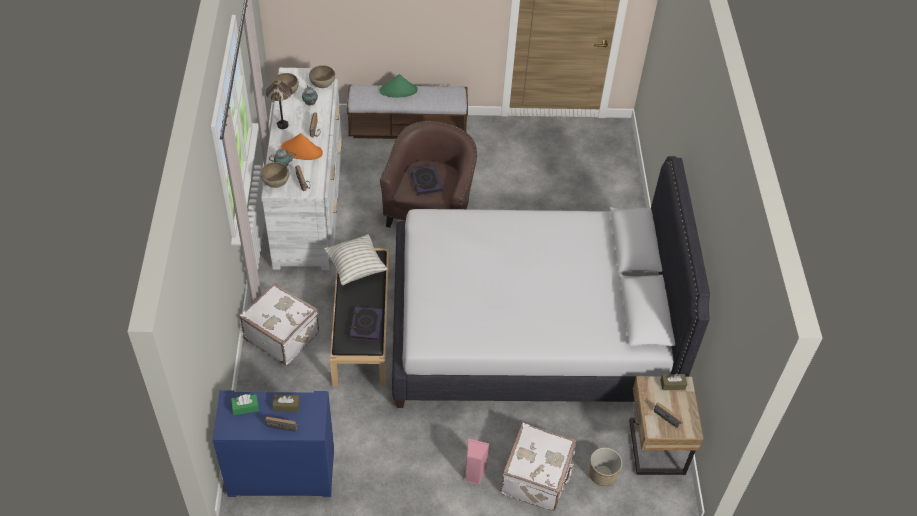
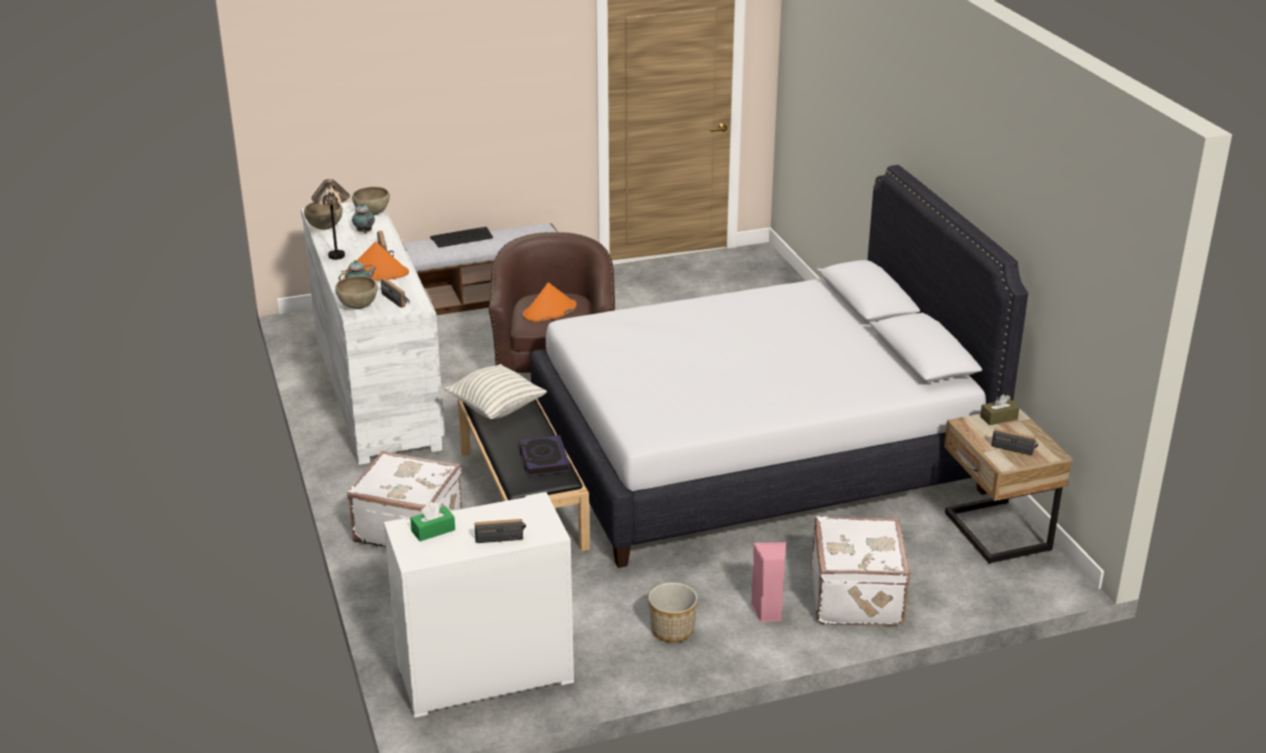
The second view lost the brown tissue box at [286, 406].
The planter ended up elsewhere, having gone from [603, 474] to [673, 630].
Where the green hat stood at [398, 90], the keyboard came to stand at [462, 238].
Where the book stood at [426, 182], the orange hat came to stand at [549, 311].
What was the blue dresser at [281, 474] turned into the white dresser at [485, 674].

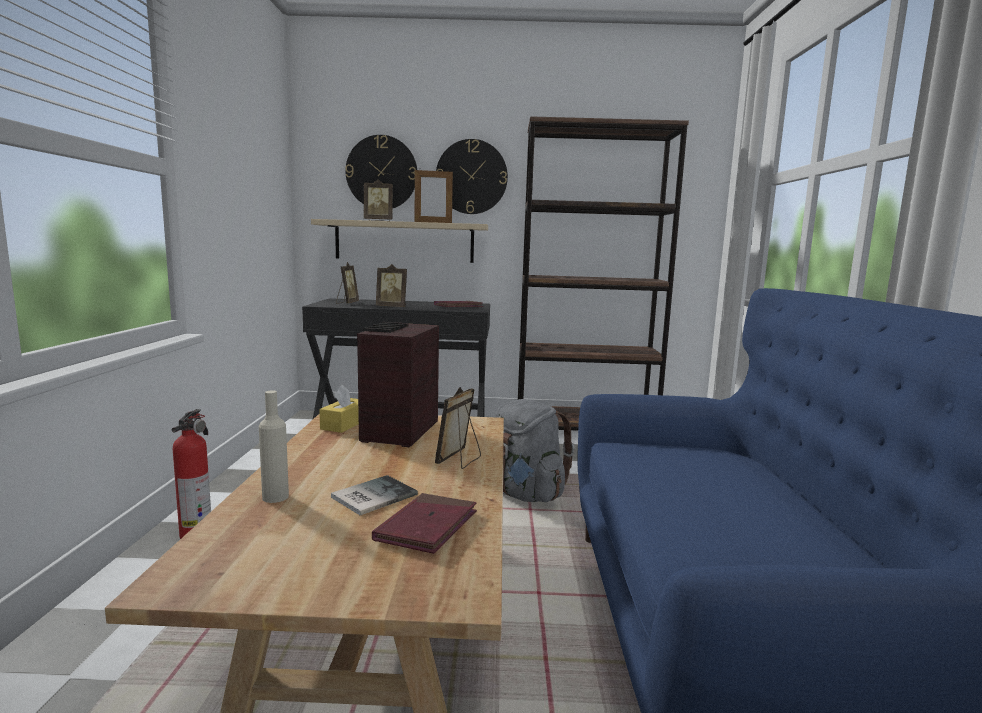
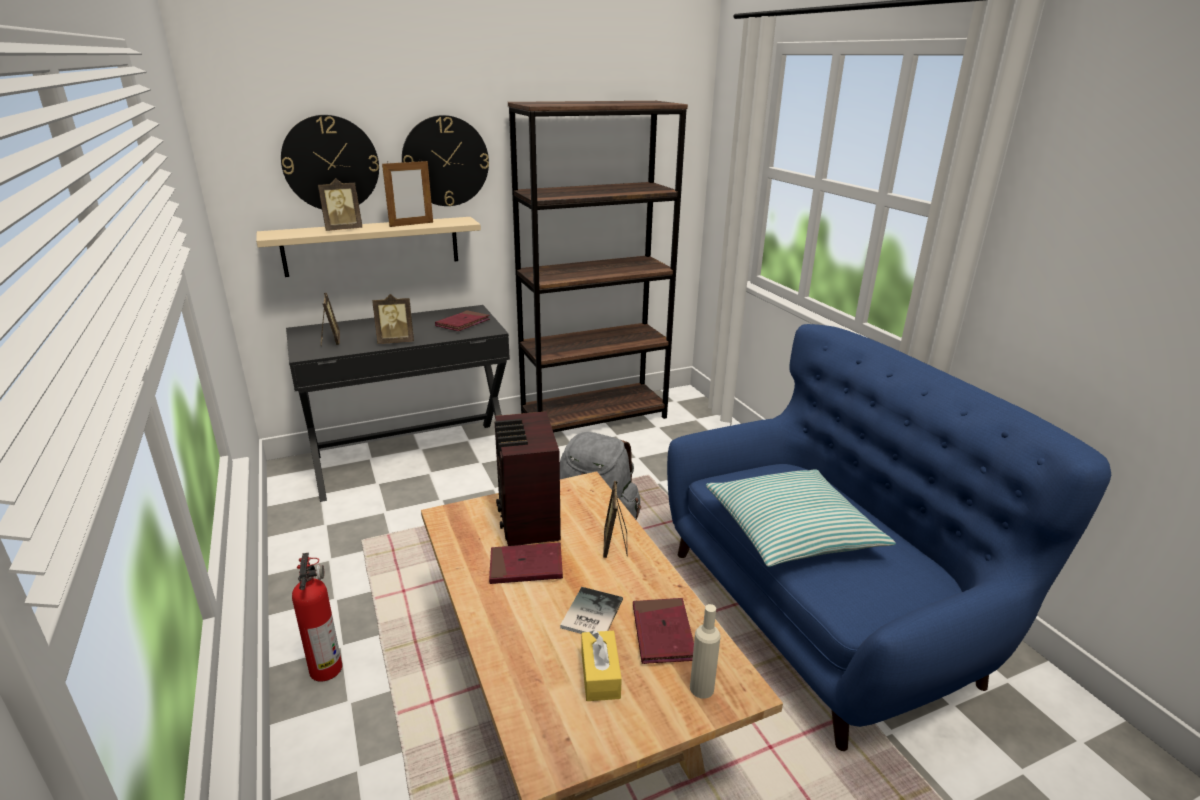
The second view gained the red book at [526, 567].
The second view gained the pillow at [791, 530].
The beige bottle ended up elsewhere, having gone from [275, 497] to [701, 688].
The yellow tissue box ended up elsewhere, having gone from [344, 424] to [600, 674].

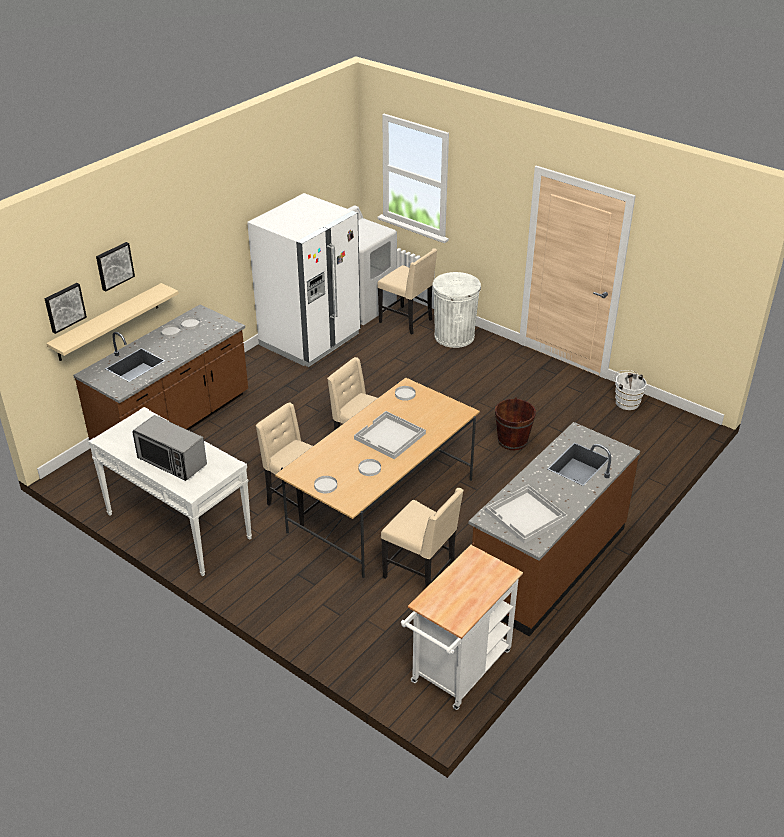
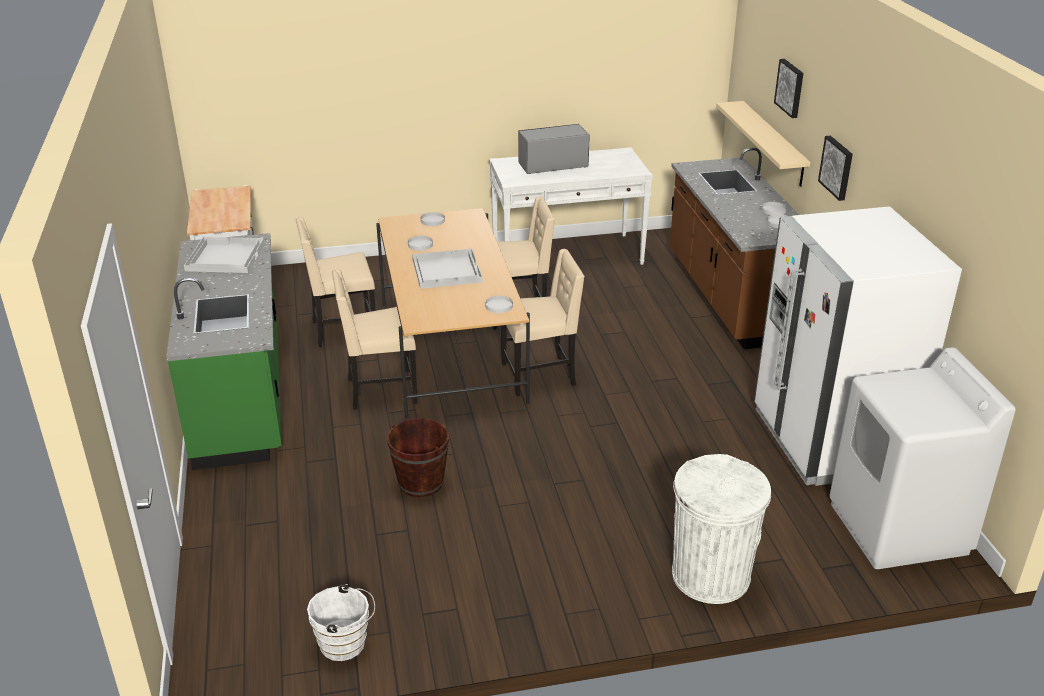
The picture ended up elsewhere, having gone from [64, 307] to [837, 167].
The beige chair ended up elsewhere, having gone from [407, 321] to [380, 391].
What was the brown counter at [547, 563] turned into the green counter at [241, 397].

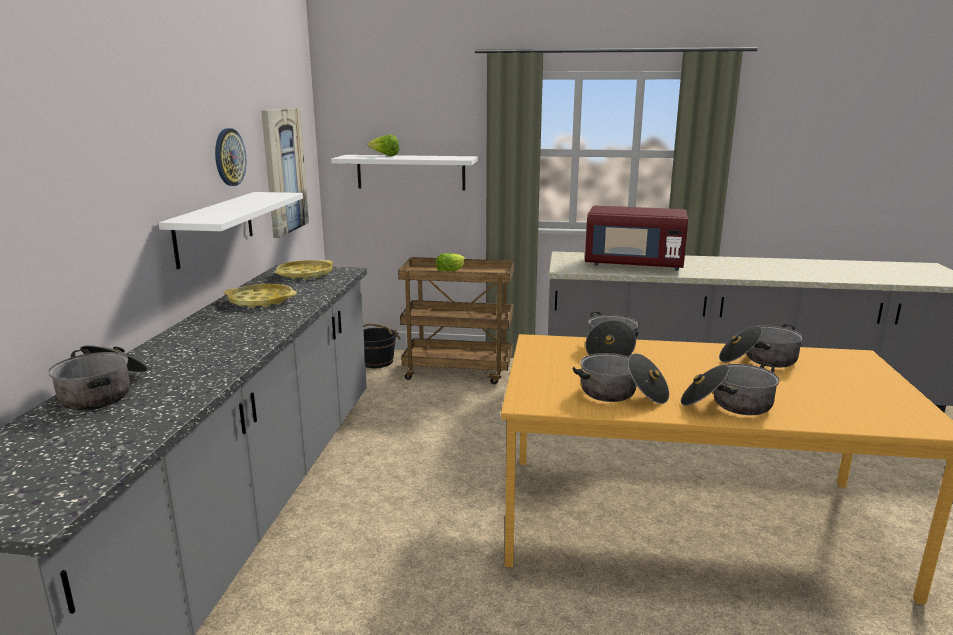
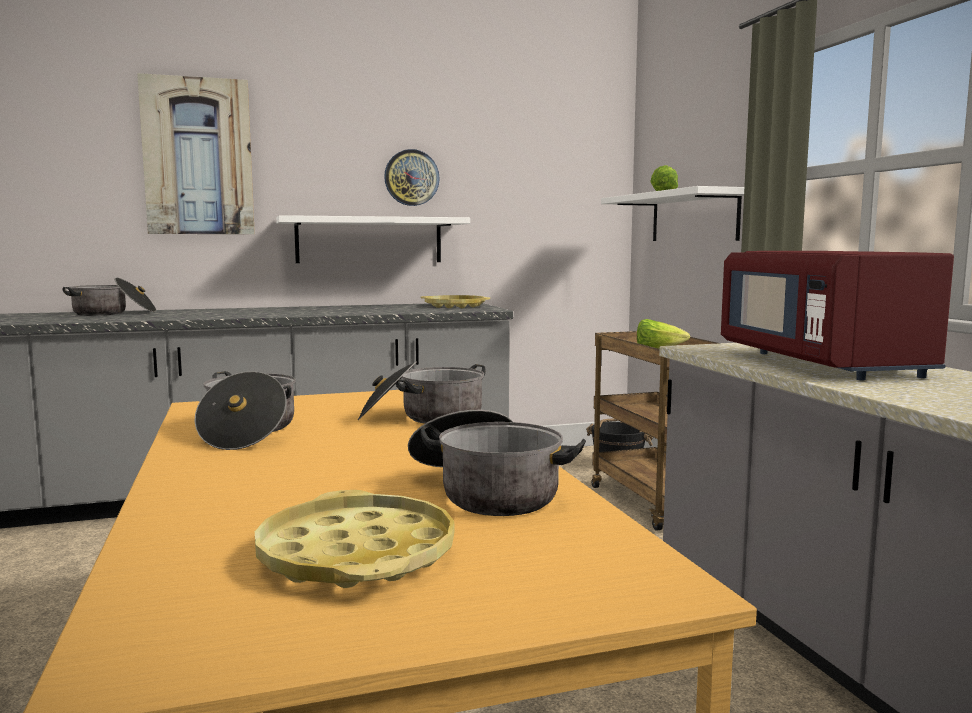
The second view lost the cooking pot at [727, 404].
The yellow tray ended up elsewhere, having gone from [261, 301] to [357, 555].
The picture ended up elsewhere, having gone from [284, 171] to [198, 157].

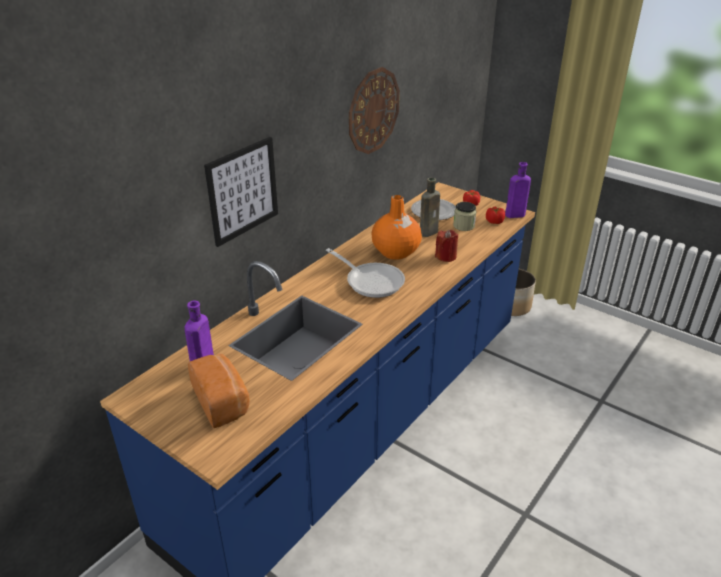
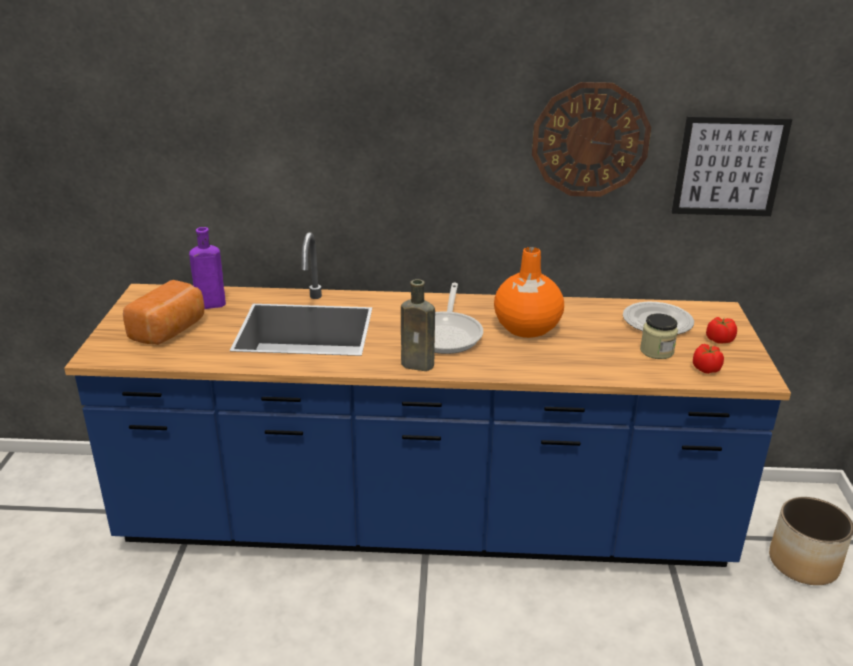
The second view lost the red candle at [446, 256].
The second view lost the purple bottle at [513, 215].
The picture ended up elsewhere, having gone from [242, 191] to [729, 166].
The brown bottle ended up elsewhere, having gone from [429, 232] to [420, 365].

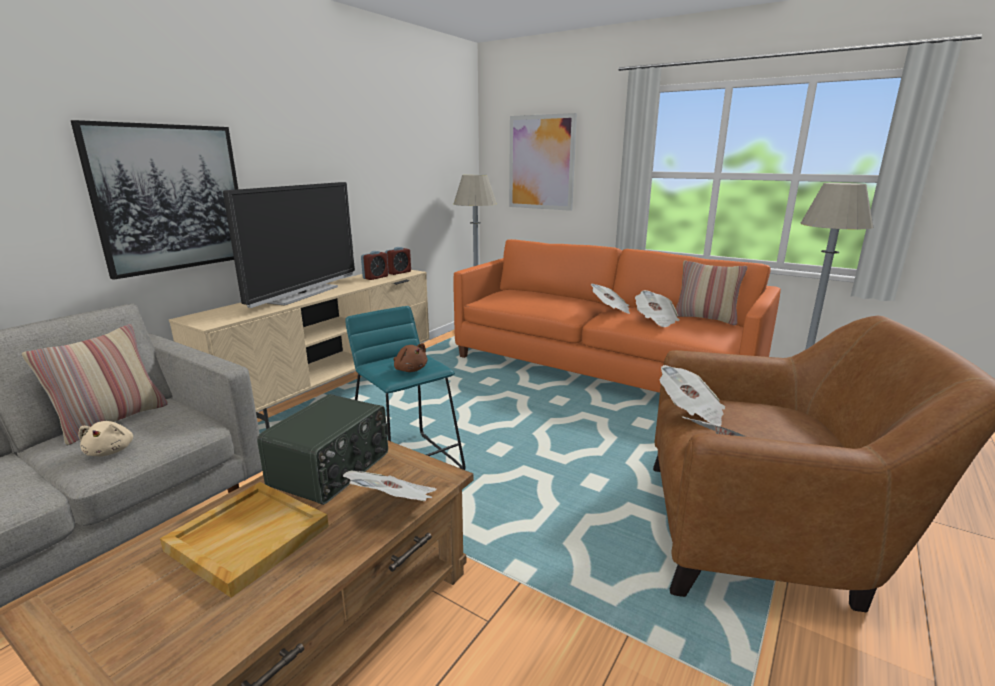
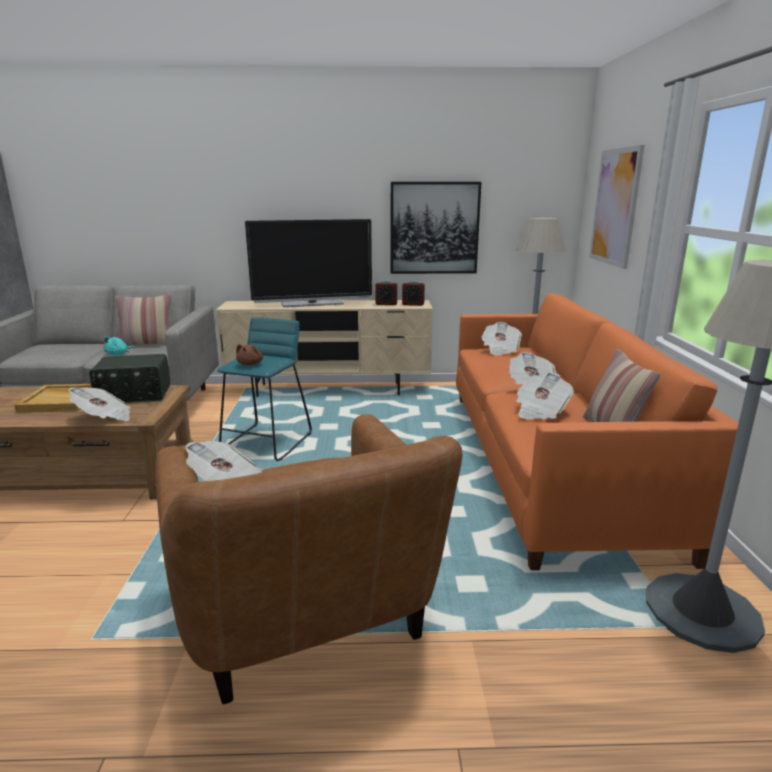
The picture ended up elsewhere, having gone from [170, 198] to [434, 228].
The newspaper ended up elsewhere, having gone from [691, 411] to [500, 350].
What was the beige plush toy at [111, 451] turned into the turquoise plush toy at [118, 354].

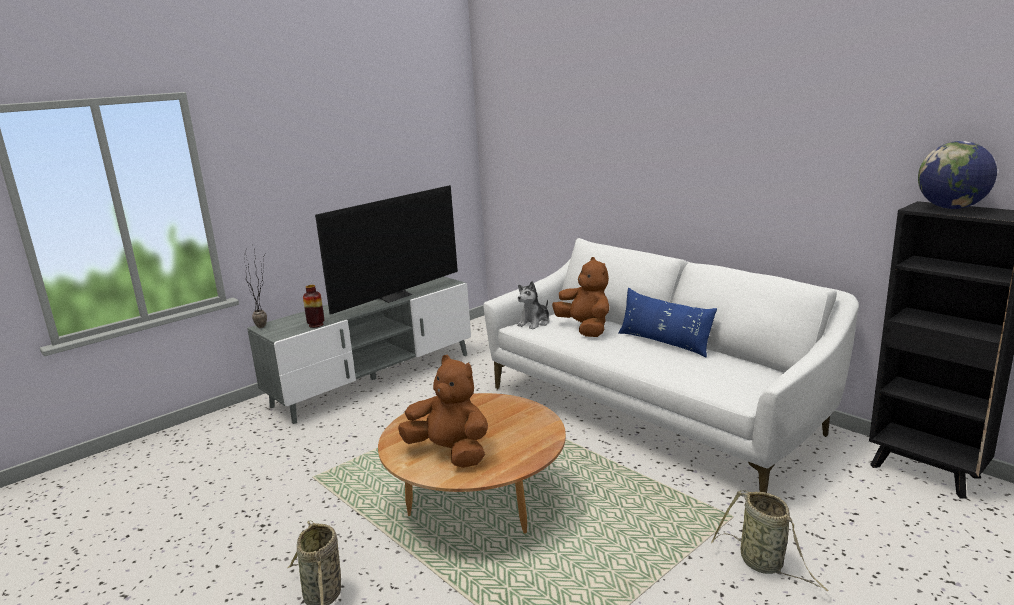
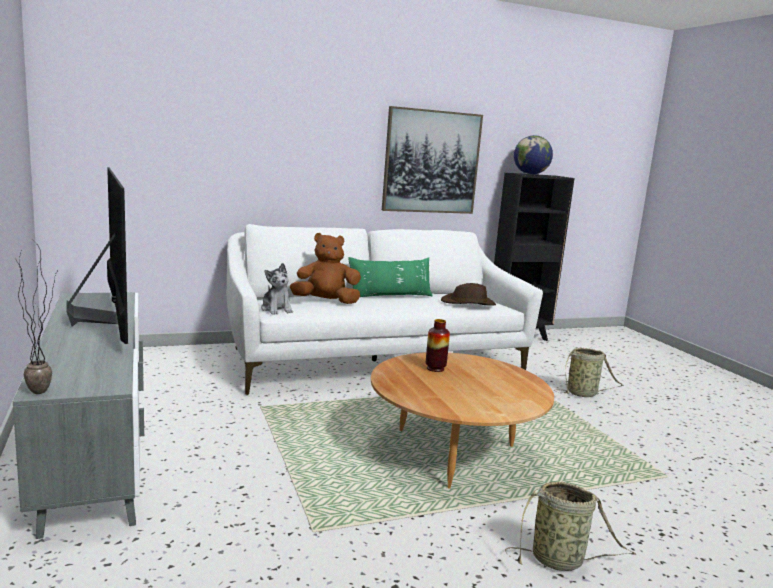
The second view lost the brown plush toy at [450, 453].
The second view gained the picture at [431, 162].
The second view gained the brown hat at [468, 303].
The vase ended up elsewhere, having gone from [316, 325] to [435, 368].
What was the blue pillow at [664, 343] turned into the green pillow at [390, 296].

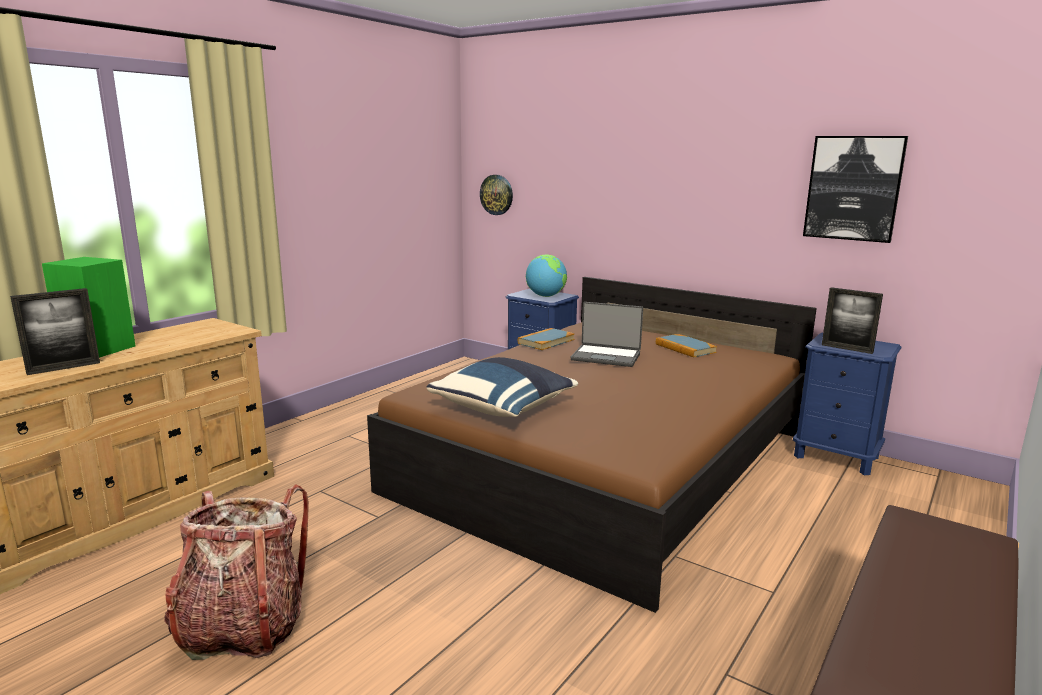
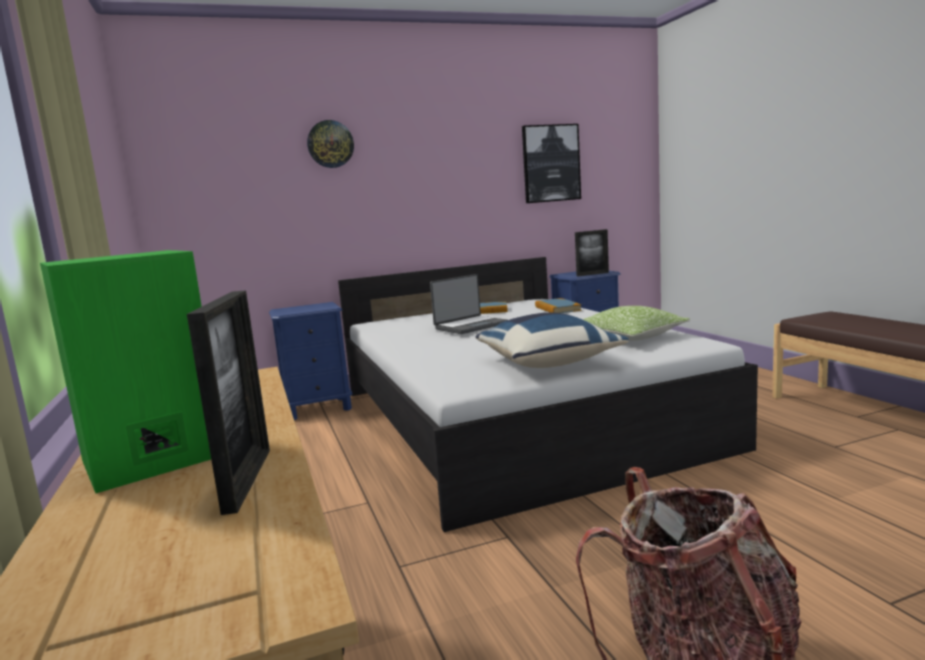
The second view lost the globe at [545, 296].
The second view gained the pillow at [629, 337].
The wall clock ended up elsewhere, having gone from [496, 194] to [330, 144].
The book ended up elsewhere, having gone from [546, 341] to [557, 308].
What was the brown bed at [605, 461] turned into the white bed at [513, 417].

